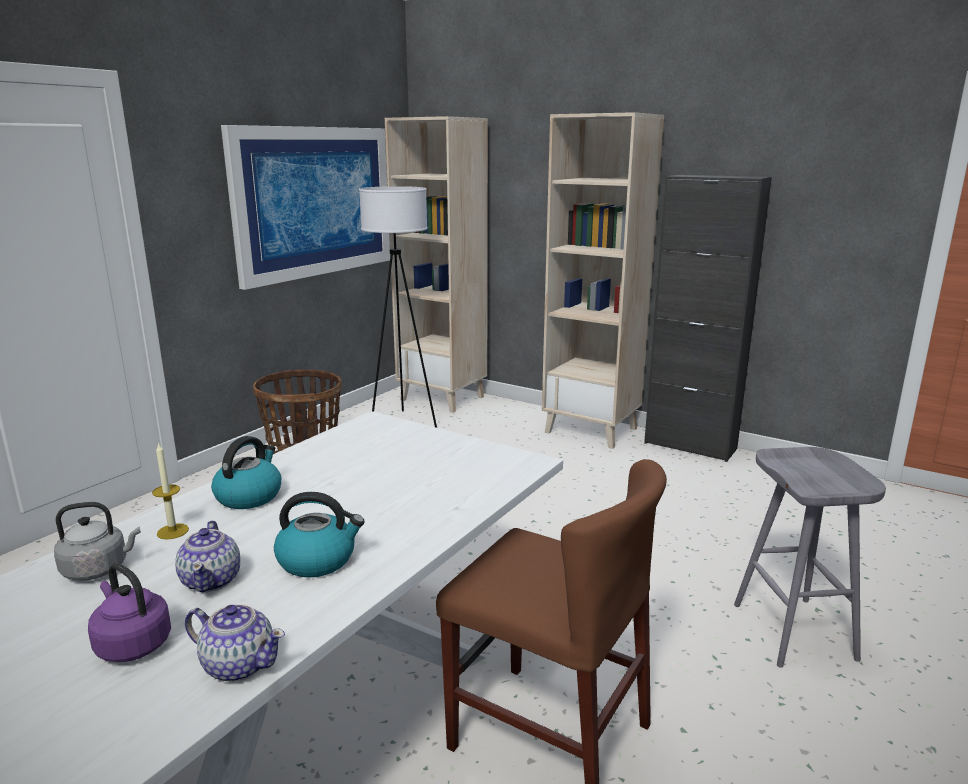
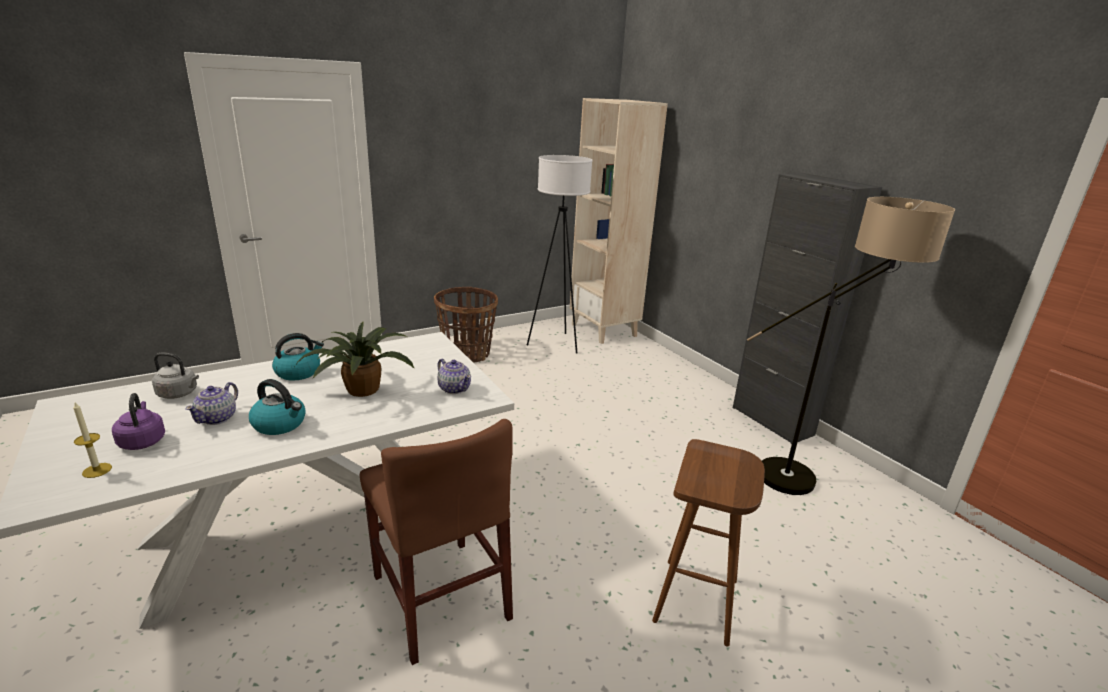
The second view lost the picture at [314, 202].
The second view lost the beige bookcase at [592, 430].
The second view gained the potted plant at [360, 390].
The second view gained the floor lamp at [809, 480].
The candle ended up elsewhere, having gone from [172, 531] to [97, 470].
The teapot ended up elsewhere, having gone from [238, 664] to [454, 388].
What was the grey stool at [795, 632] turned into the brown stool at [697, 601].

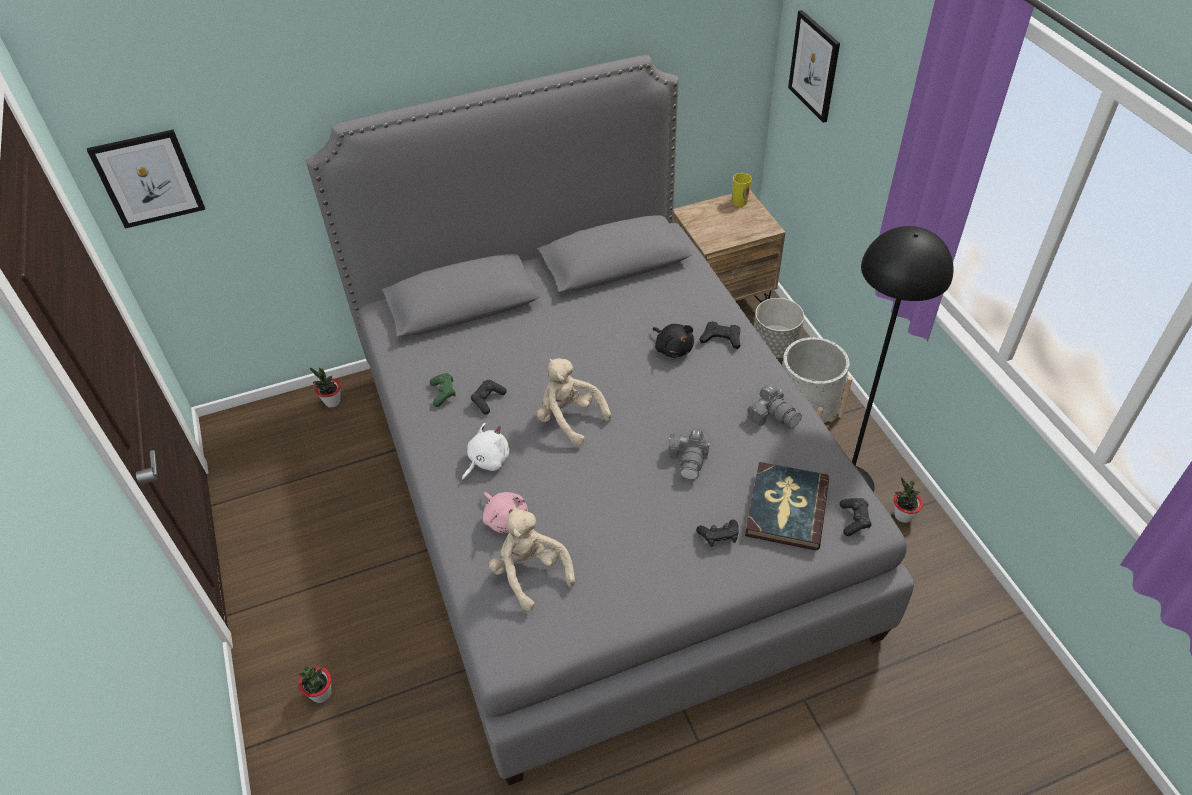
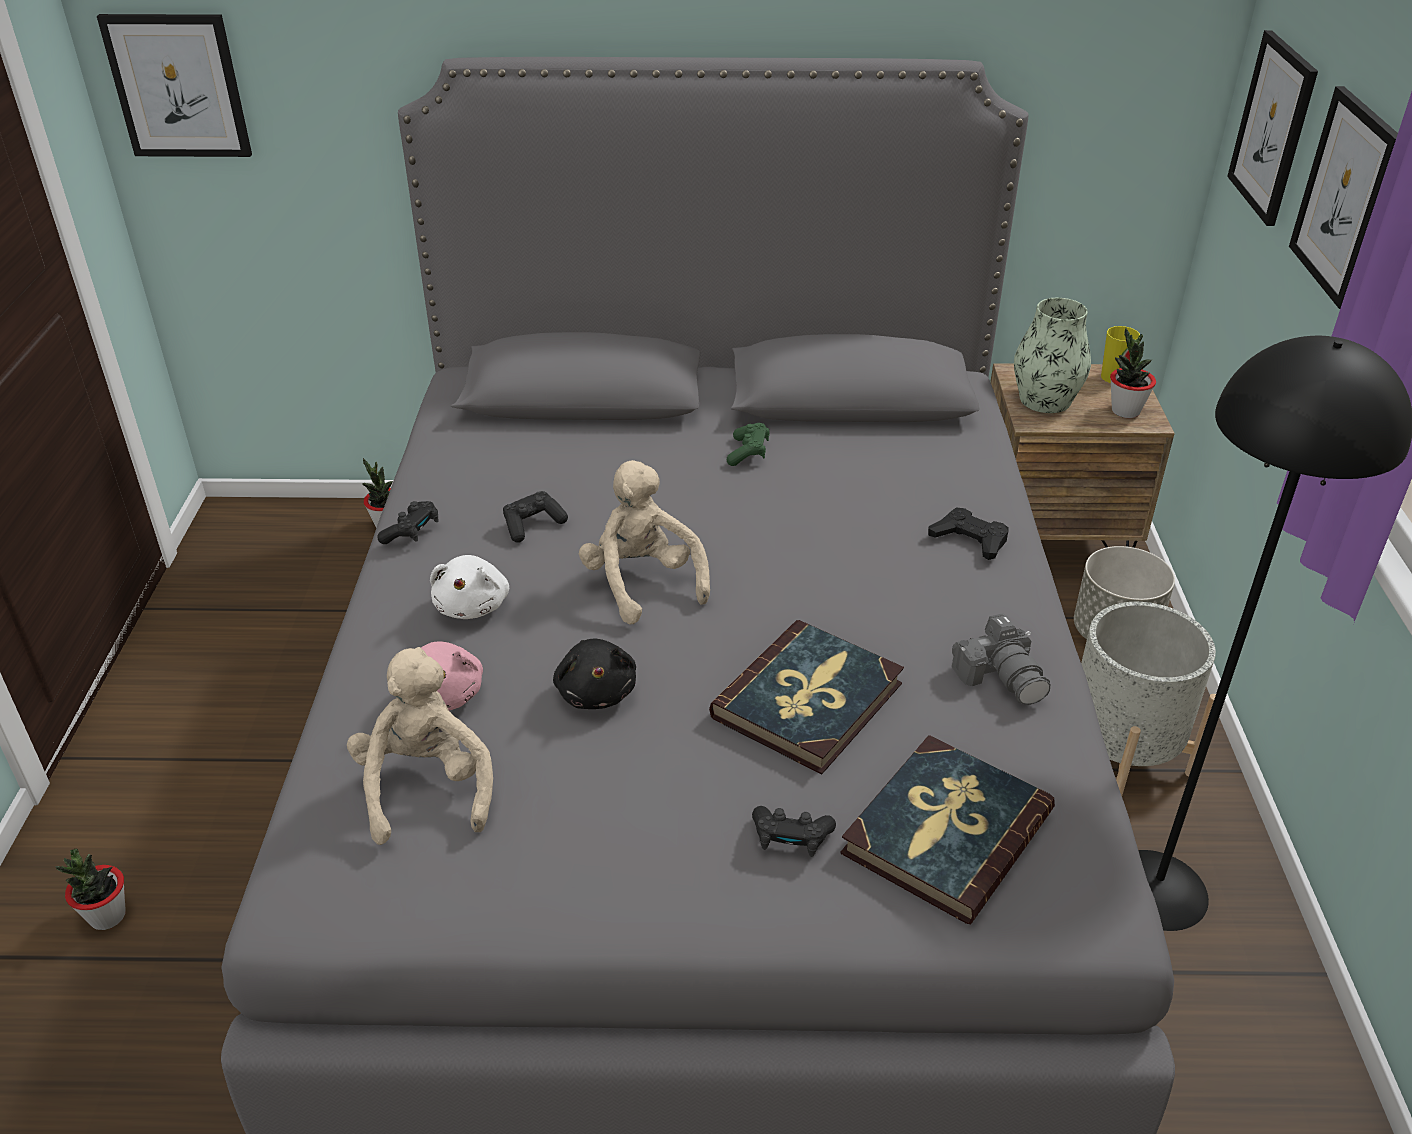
The second view gained the vase at [1045, 400].
The second view gained the picture at [1346, 197].
The green game controller ended up elsewhere, having gone from [443, 393] to [748, 453].
The black plush toy ended up elsewhere, having gone from [673, 348] to [596, 691].
The black game controller ended up elsewhere, having gone from [854, 520] to [412, 532].
The potted plant ended up elsewhere, having gone from [903, 515] to [1125, 411].
Where the photo camera stood at [689, 460], the book came to stand at [808, 701].
The white plush toy at [487, 461] ended up facing another way, 120 degrees clockwise from before.

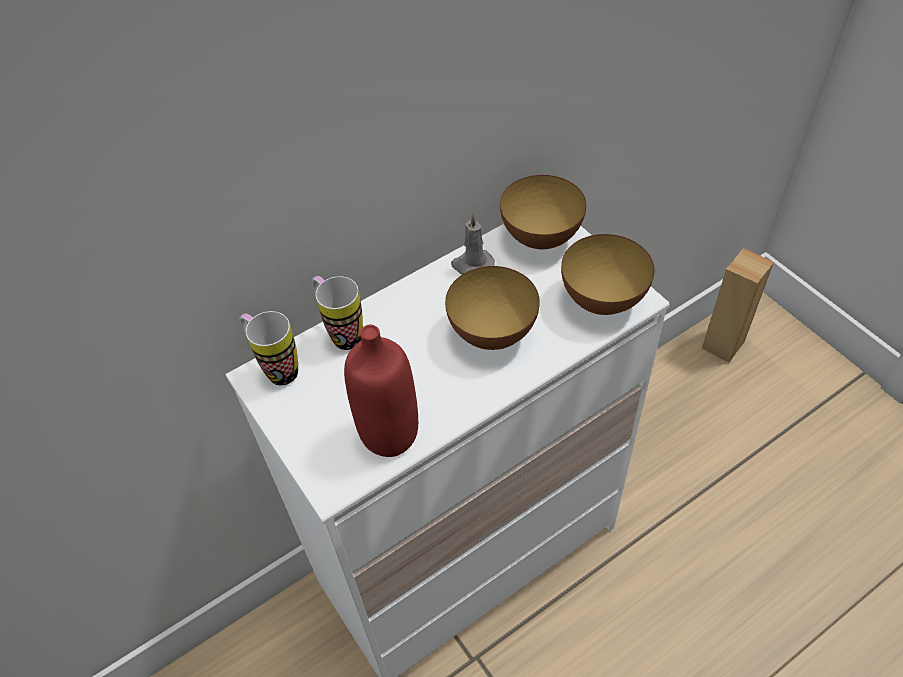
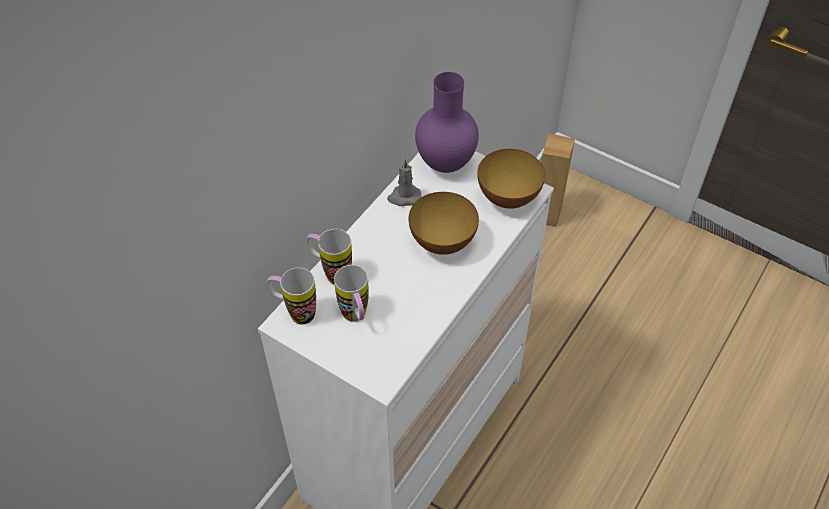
The second view lost the red bottle at [389, 434].
The second view gained the mug at [356, 318].
Where the bowl stood at [541, 238], the purple vase came to stand at [444, 164].

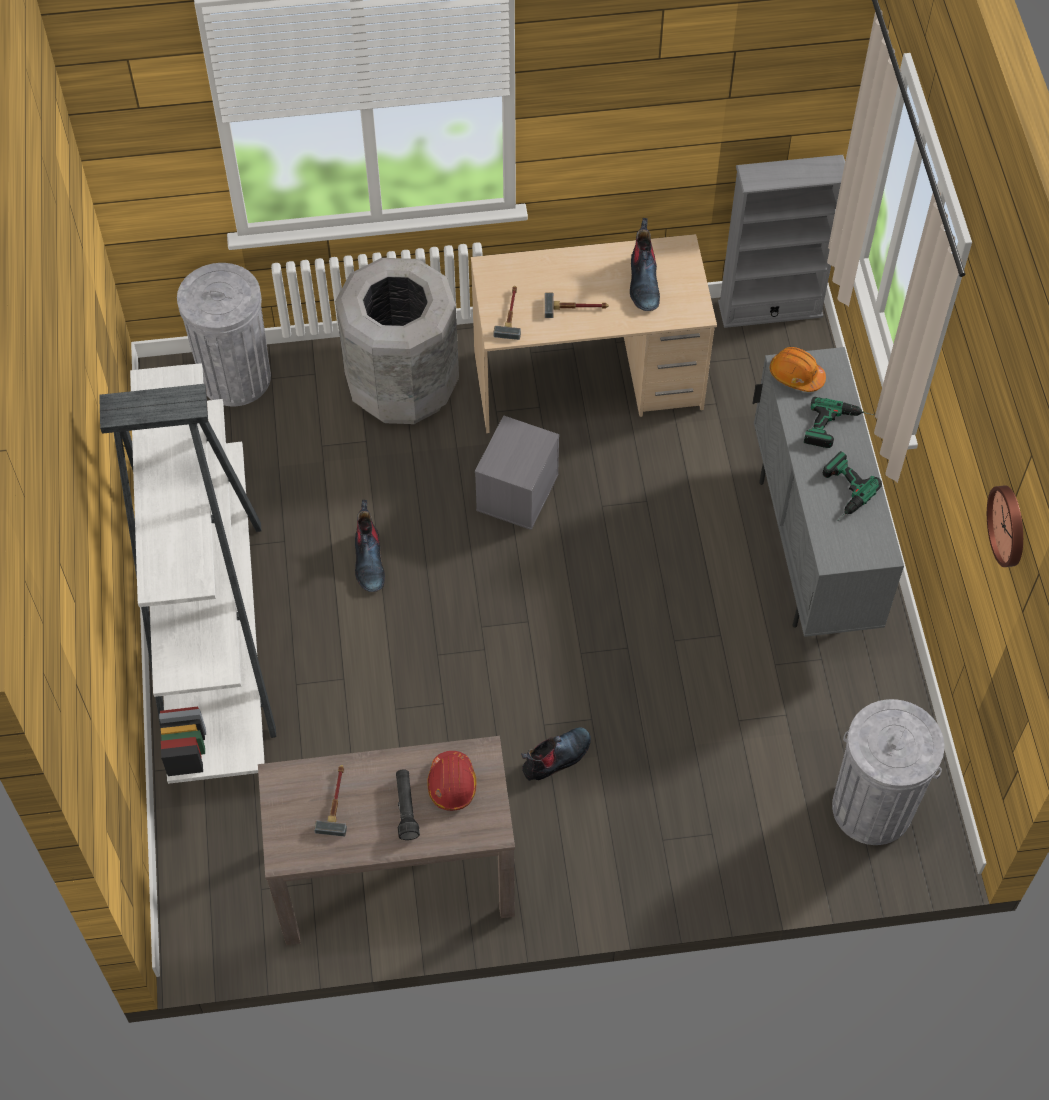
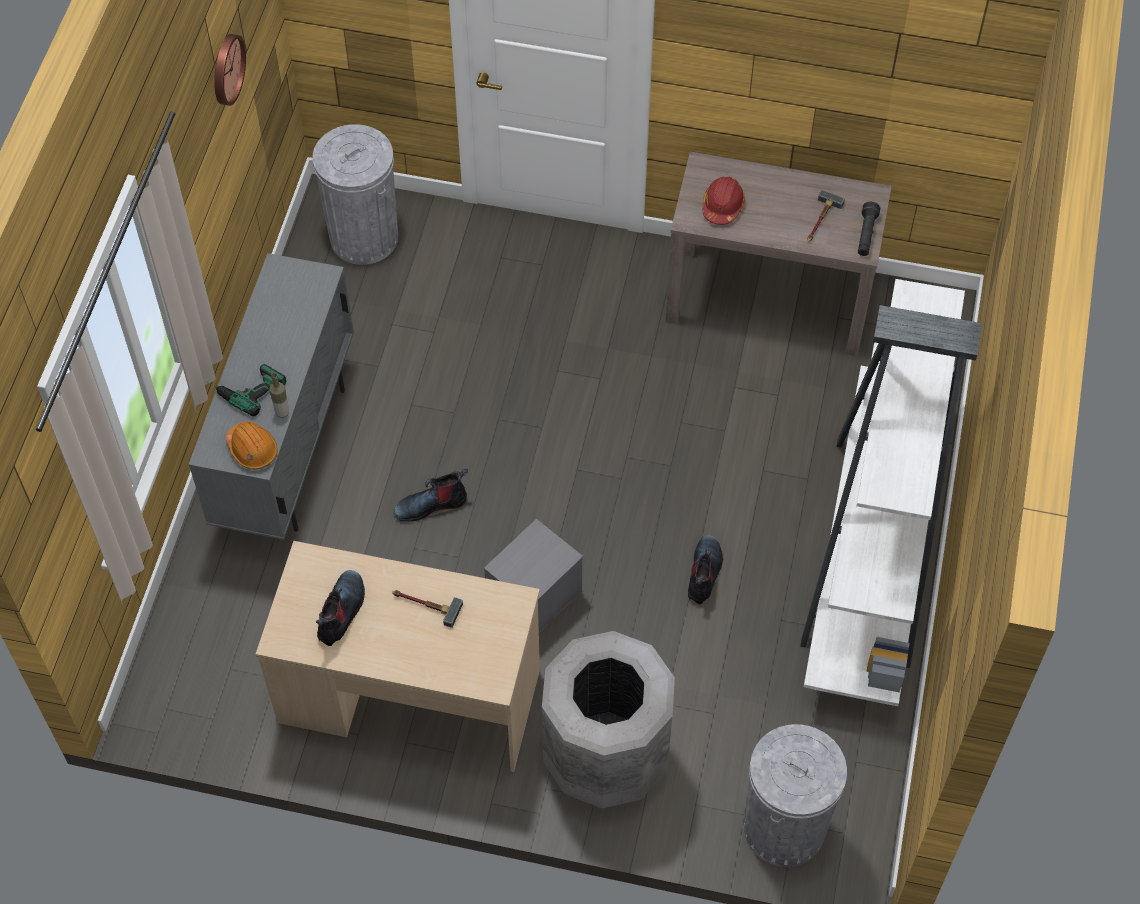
The second view lost the hammer at [510, 313].
The second view lost the grey bookcase at [770, 309].
The second view lost the power drill at [841, 492].
The second view gained the bottle at [282, 412].
The black flashlight ended up elsewhere, having gone from [406, 808] to [866, 235].
The boot ended up elsewhere, having gone from [556, 758] to [431, 504].

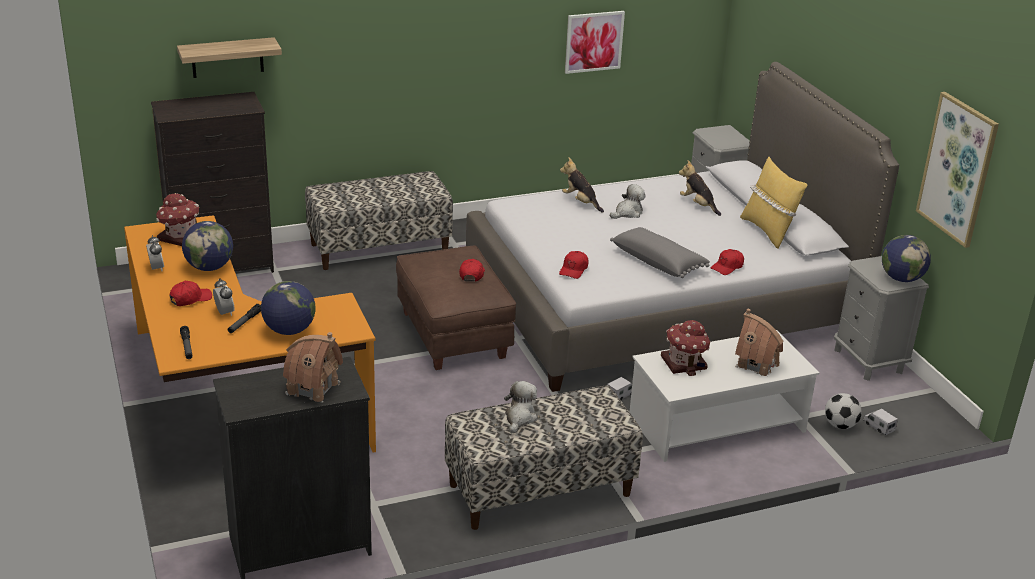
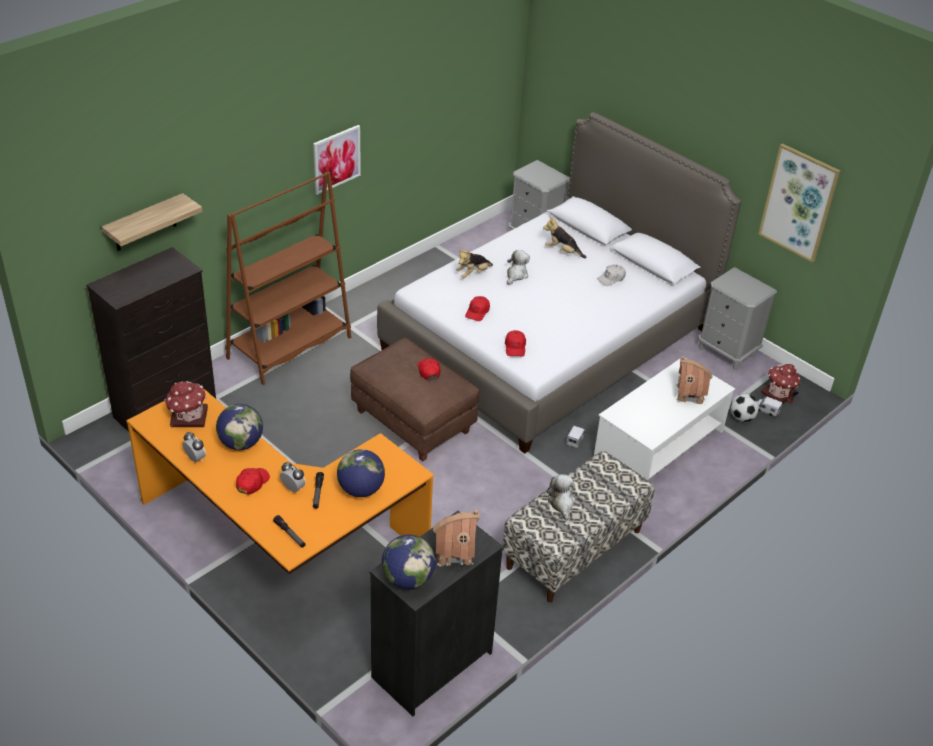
The second view lost the grey pillow at [658, 262].
The second view lost the yellow pillow at [768, 231].
The second view gained the white cap at [611, 278].
The picture ended up elsewhere, having gone from [594, 41] to [336, 159].
The toy house ended up elsewhere, having gone from [684, 363] to [779, 393].
The red cap ended up elsewhere, having gone from [727, 267] to [477, 312].
The globe ended up elsewhere, having gone from [901, 278] to [408, 579].
Where the bench stood at [379, 248], the brown bookcase came to stand at [290, 348].
The plush toy at [580, 202] ended up facing another way, 60 degrees counterclockwise from before.

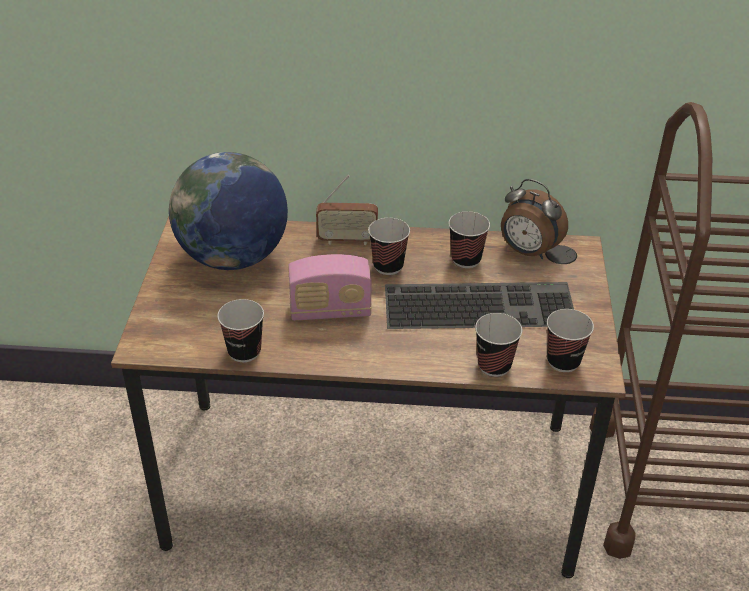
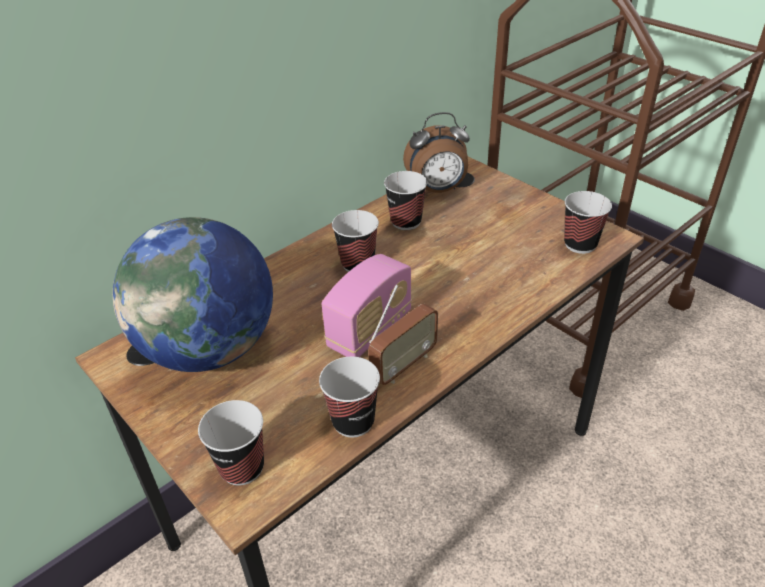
The second view lost the keyboard at [481, 304].
The radio ended up elsewhere, having gone from [347, 240] to [403, 365].
The cup ended up elsewhere, having gone from [494, 365] to [242, 468].

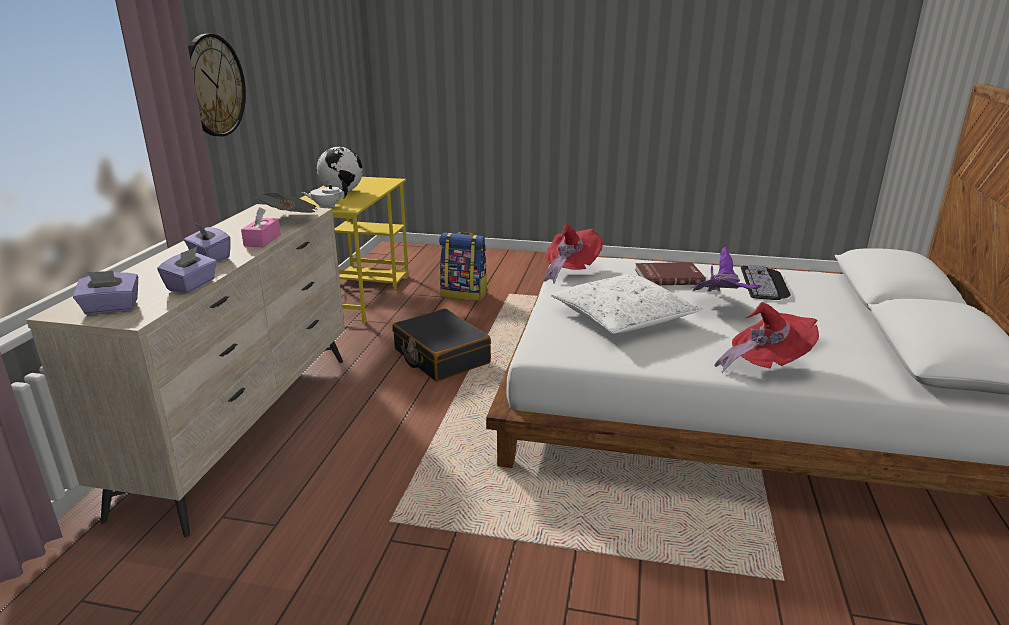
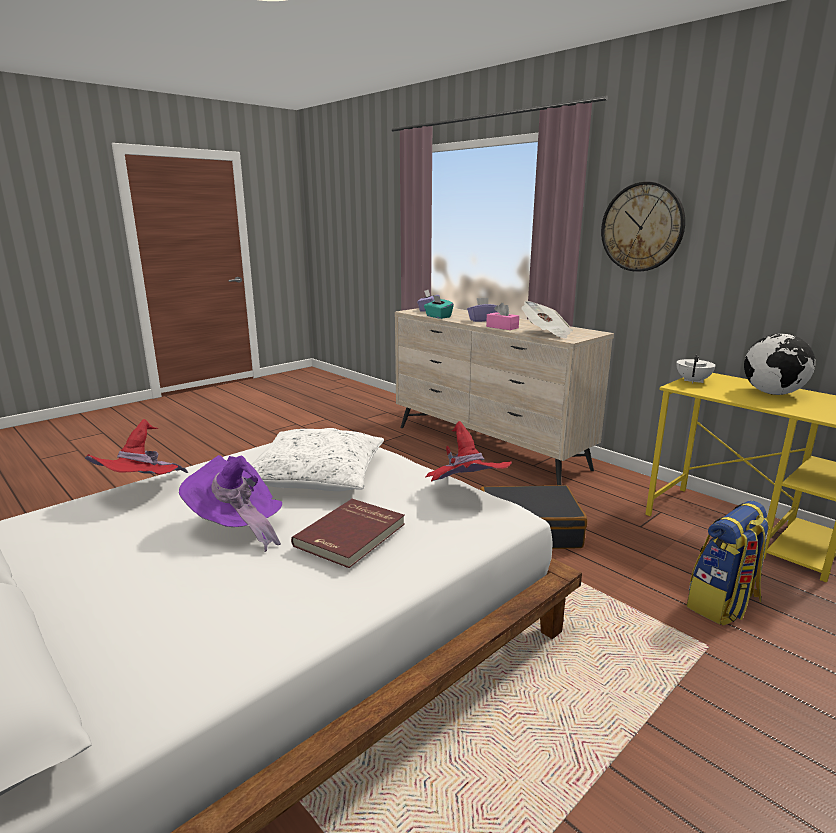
The second view lost the keyboard at [765, 283].
What was the purple tissue box at [192, 285] turned into the turquoise tissue box at [438, 316].

